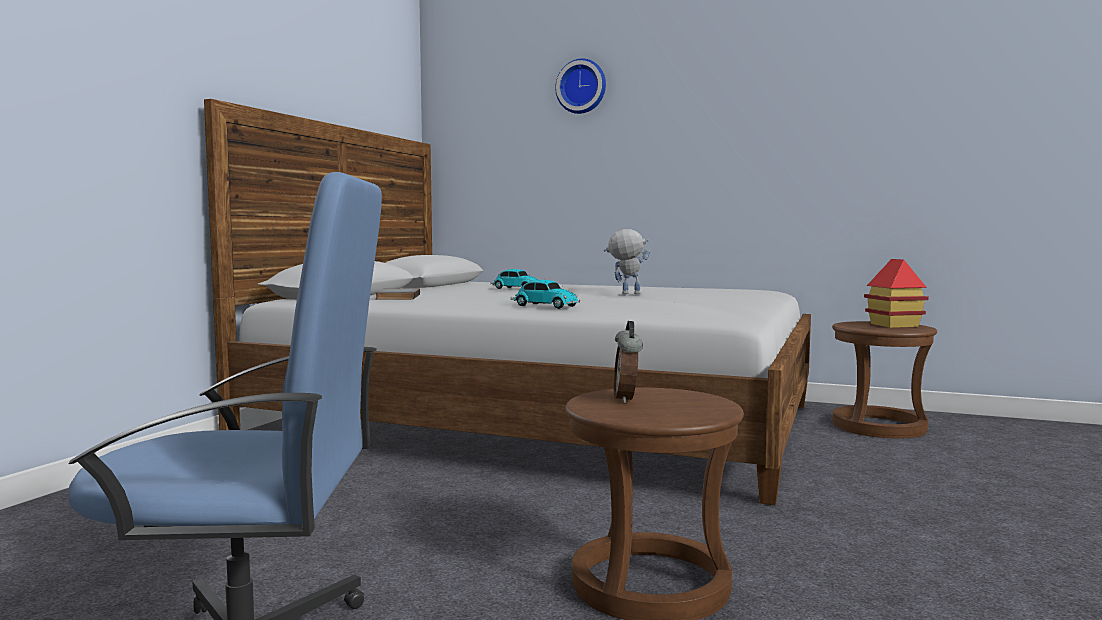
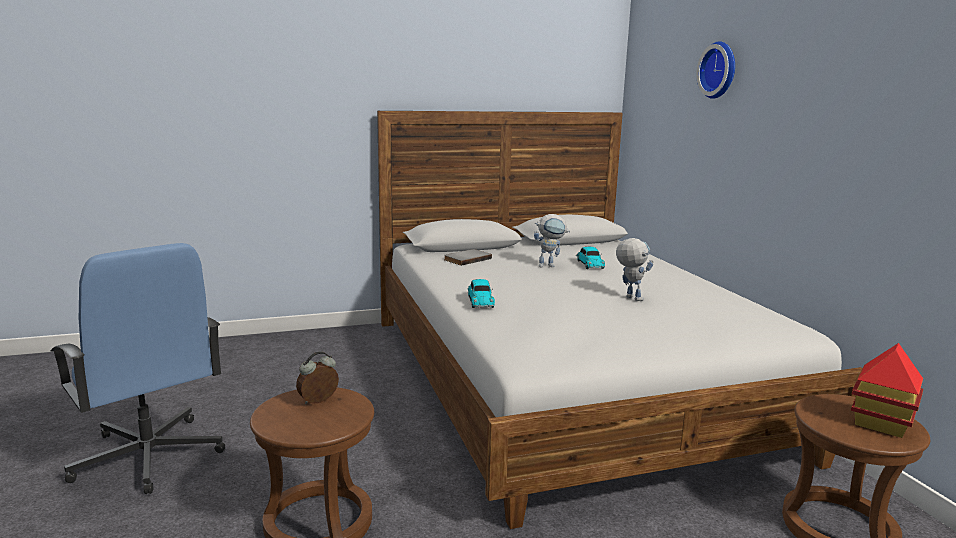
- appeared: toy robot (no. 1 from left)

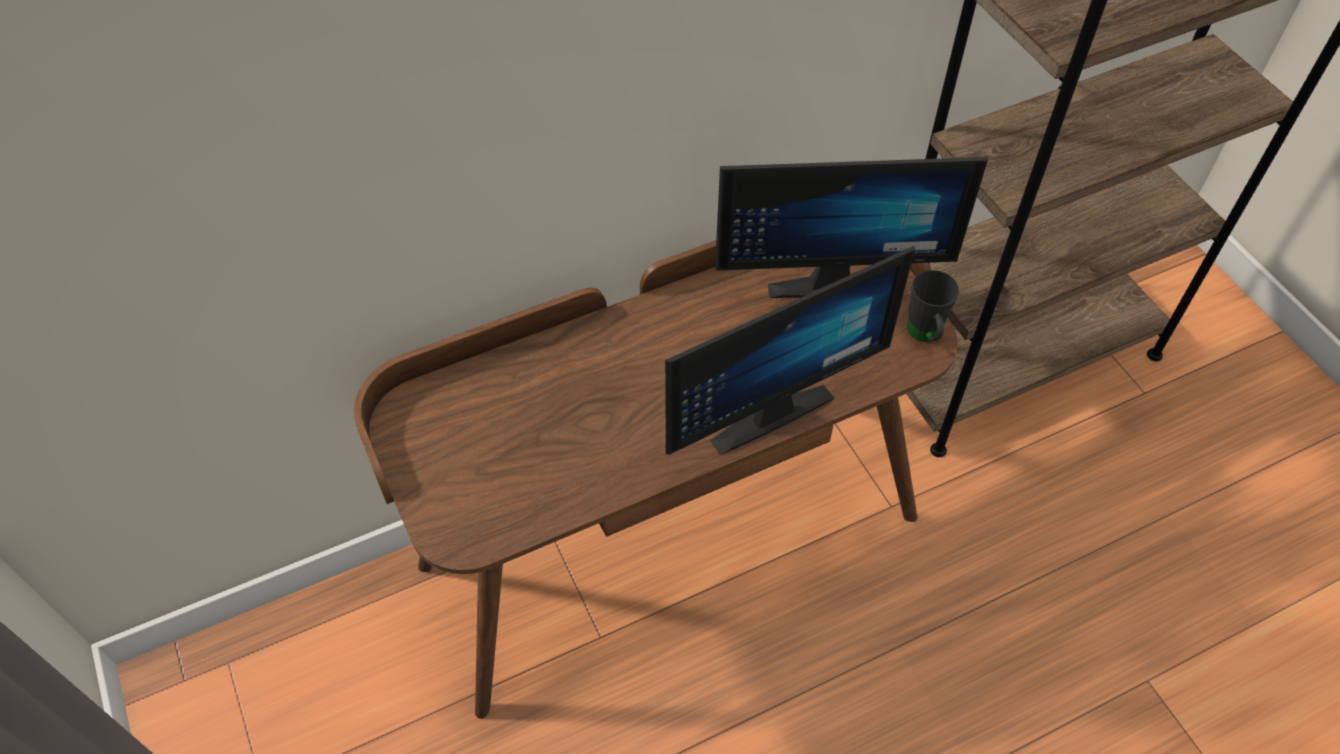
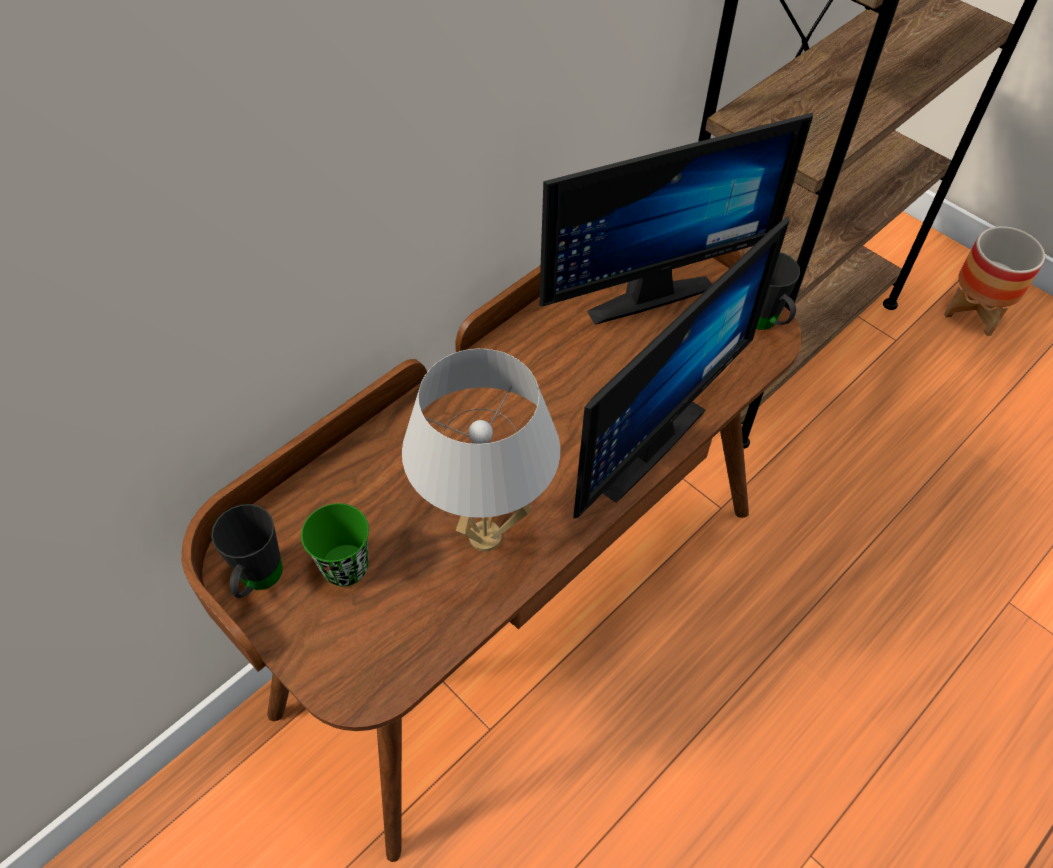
- appeared: blackish mug (no. 1 from left)
- appeared: green cup
- appeared: whitish tabletop lamp
- appeared: flower pot

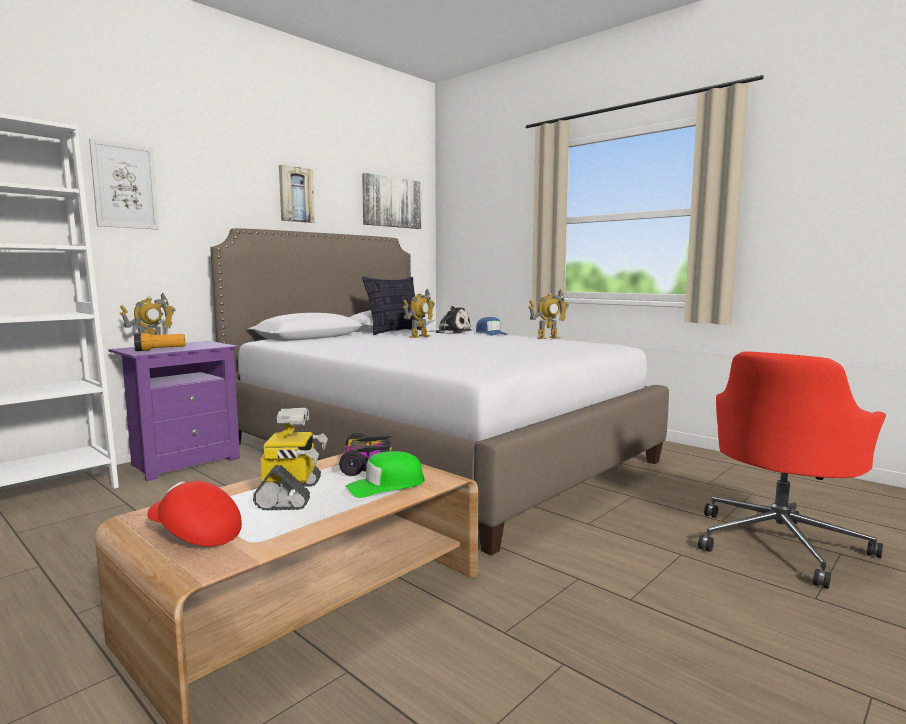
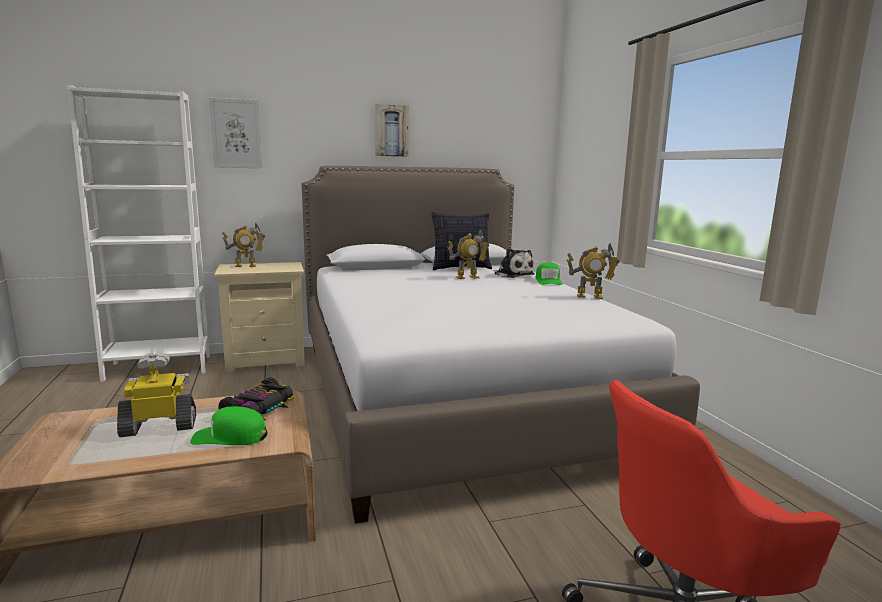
- spun: toy robot (no. 2 from left in the first image) 135 degrees counterclockwise
- colour: purplish night table to beige-coloured night table
- colour: blue-coloured peaked cap to green peaked cap (no. 2 from left)
- missing: flashlight
- missing: red-coloured peaked cap
- missing: wall picture (no. 3 from left)

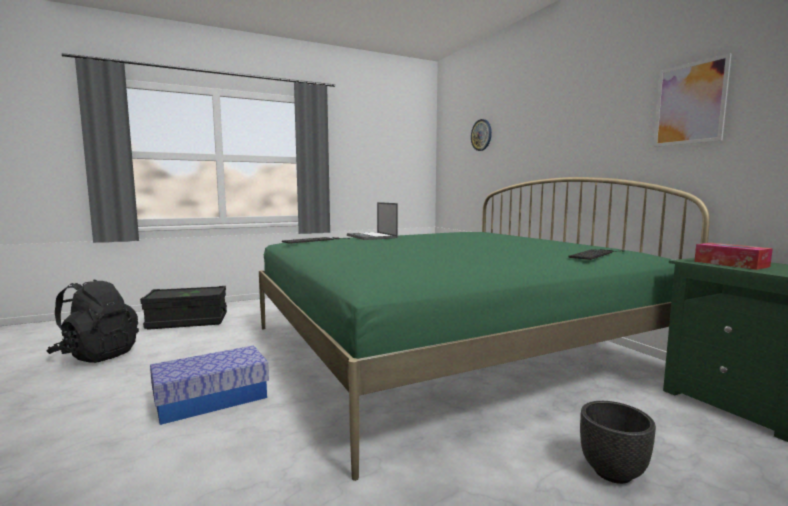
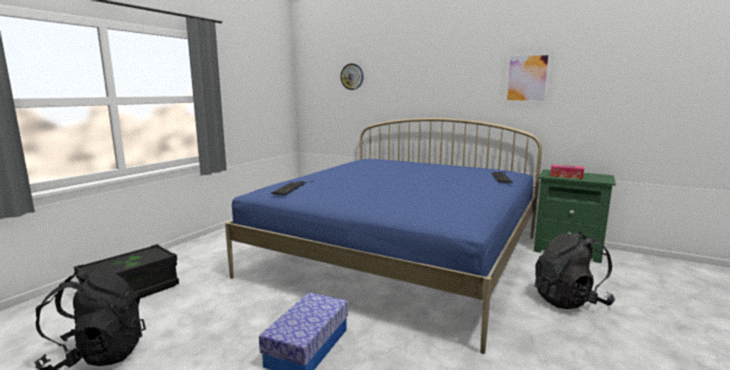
- colour: green bed to blue-coloured bed
- exchanged: blackish flower pot to blackish backpack (no. 2 from left)
- missing: portable computer

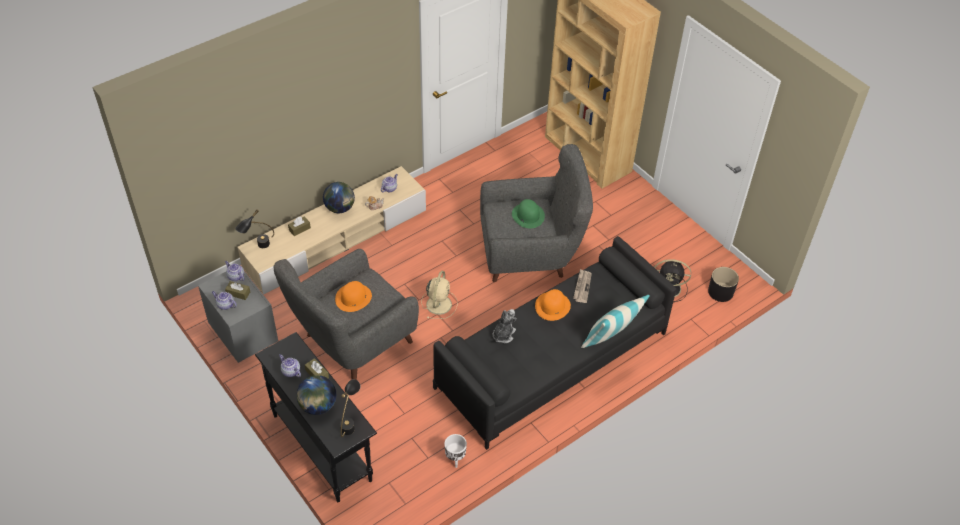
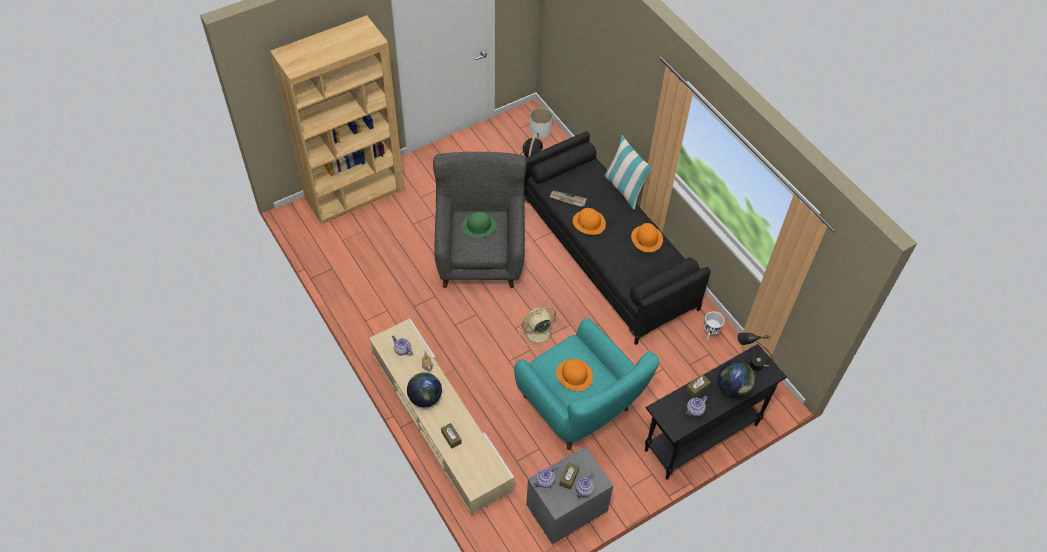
- colour: greyish lounge chair (no. 1 from left) to turquoise lounge chair
- spun: beige-coloured cooling fan 45 degrees counterclockwise
- colour: blackish flower pot to whitish flower pot (no. 1 from left)
- appeared: orange-coloured hat (no. 3 from left)
- missing: blackish tabletop lamp (no. 1 from left)
- missing: cuddly toy

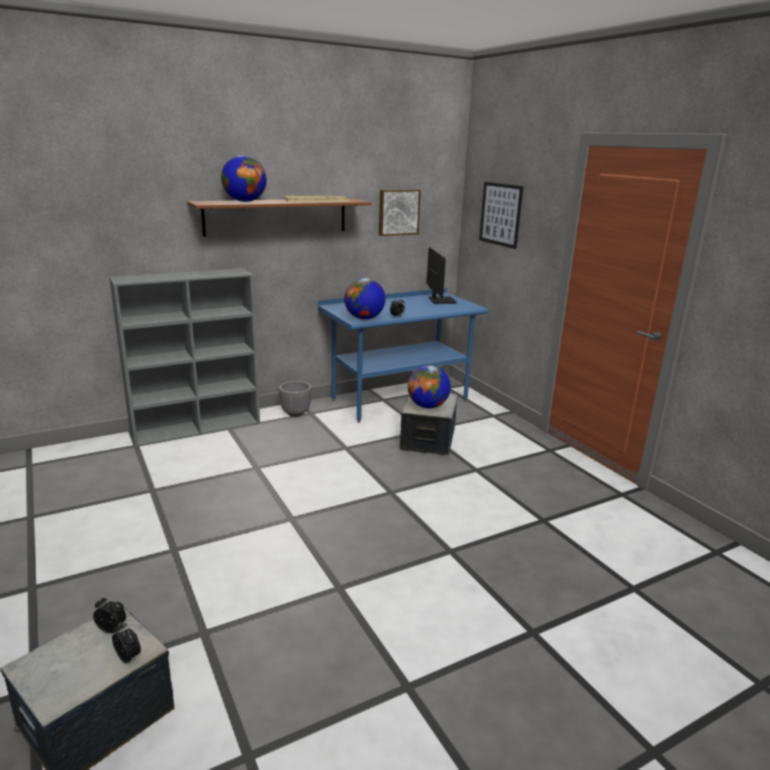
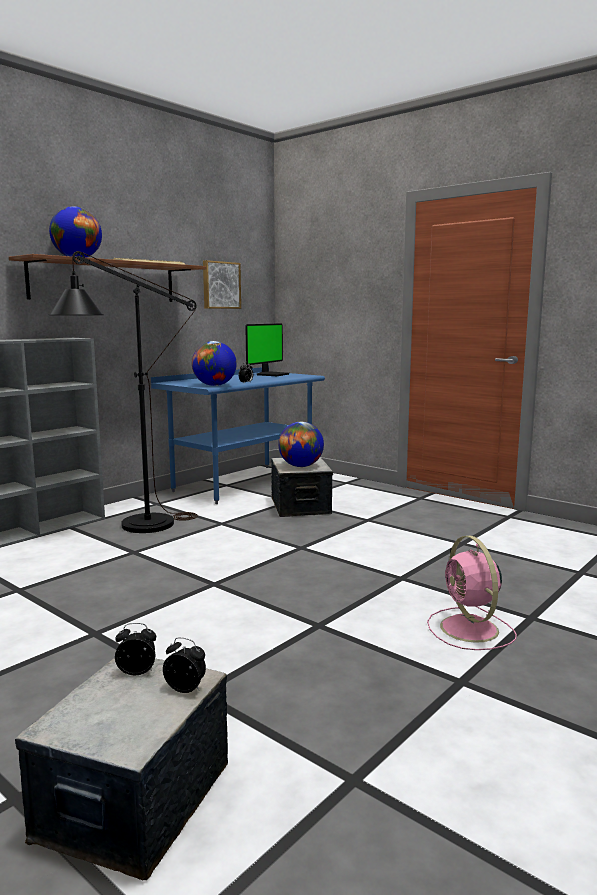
- appeared: blackish standing lamp
- spun: computer screen 60 degrees clockwise
- appeared: pink-coloured cooling fan
- missing: greyish flower pot
- missing: wall picture (no. 2 from left)

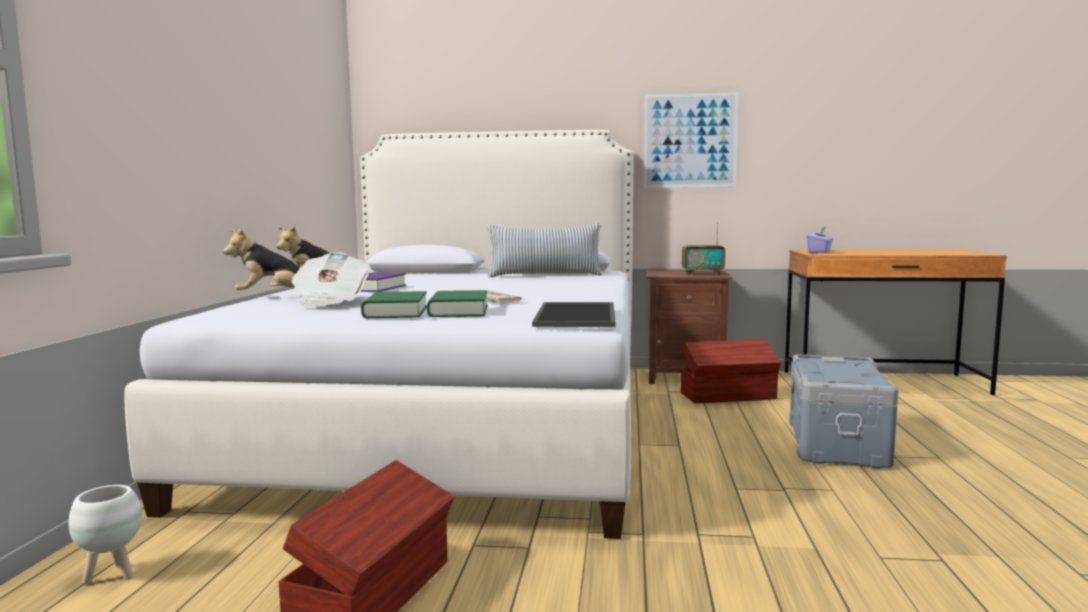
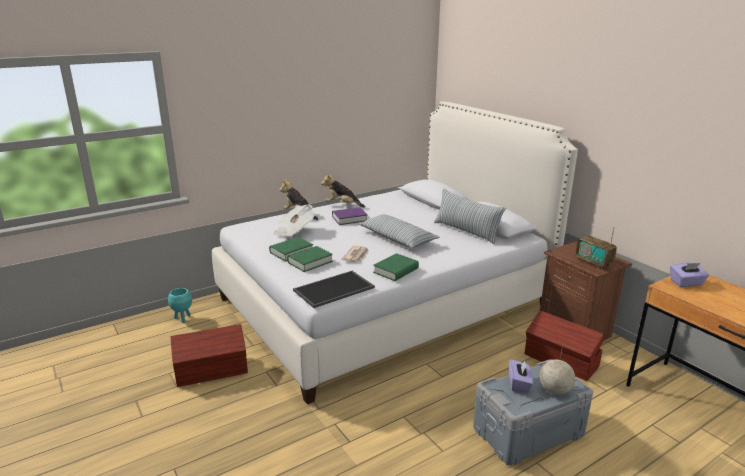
- colour: whitish flower pot to turquoise flower pot
- appeared: pillow (no. 1 from left)
- appeared: green book (no. 3 from left)
- appeared: purplish tissue holder (no. 1 from left)
- appeared: globe
- missing: wall picture

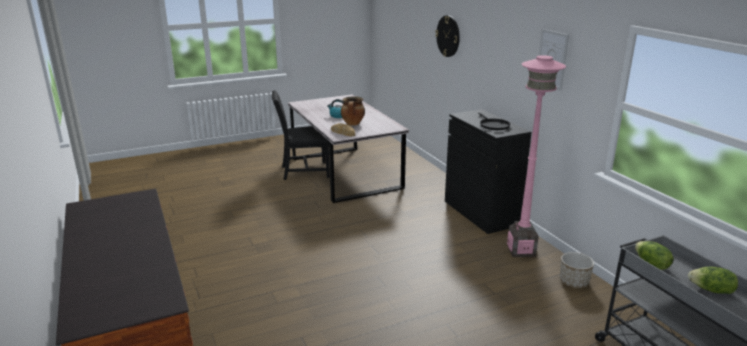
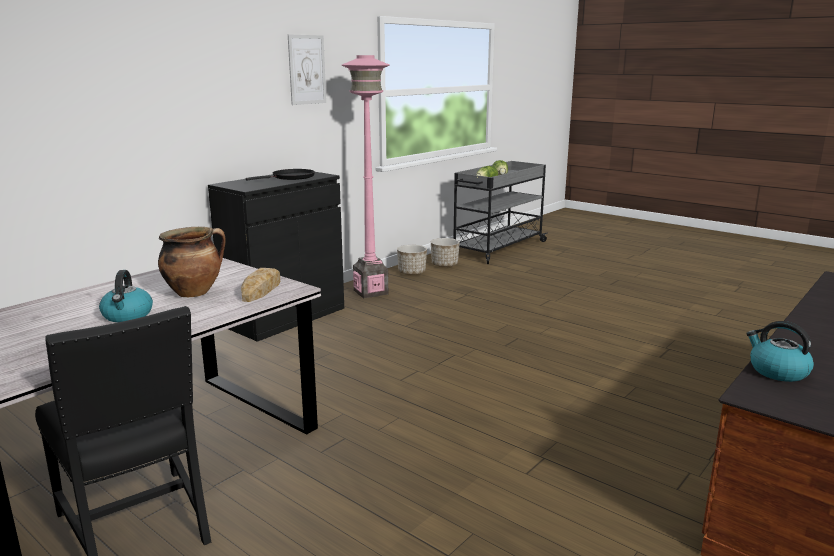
- appeared: flower pot (no. 2 from left)
- appeared: kettle (no. 2 from left)
- missing: clock on the wall

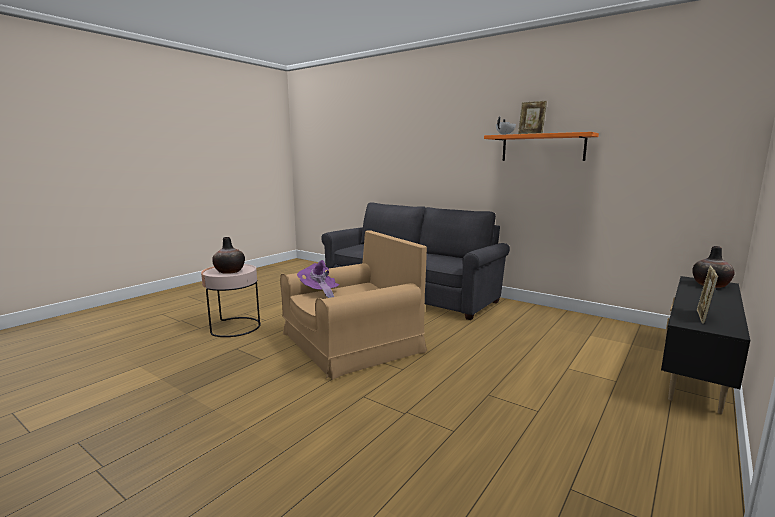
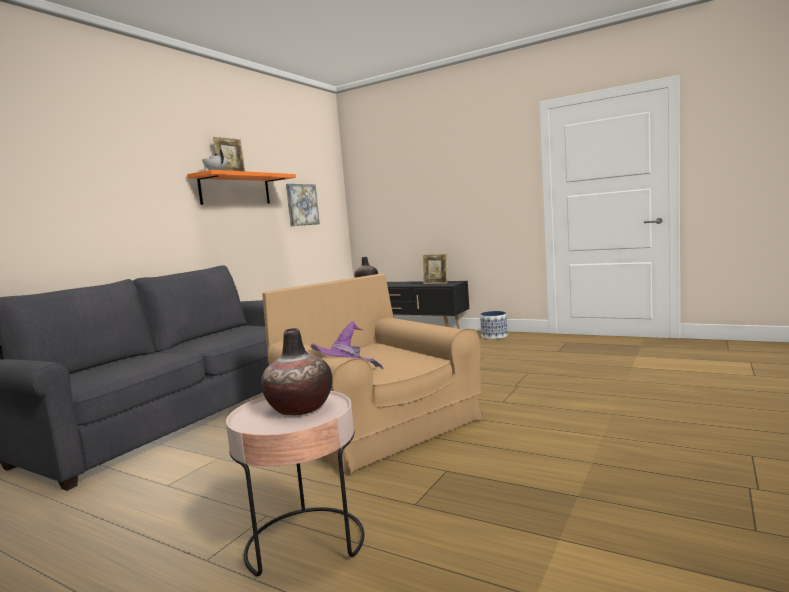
- appeared: wall picture
- appeared: flower pot

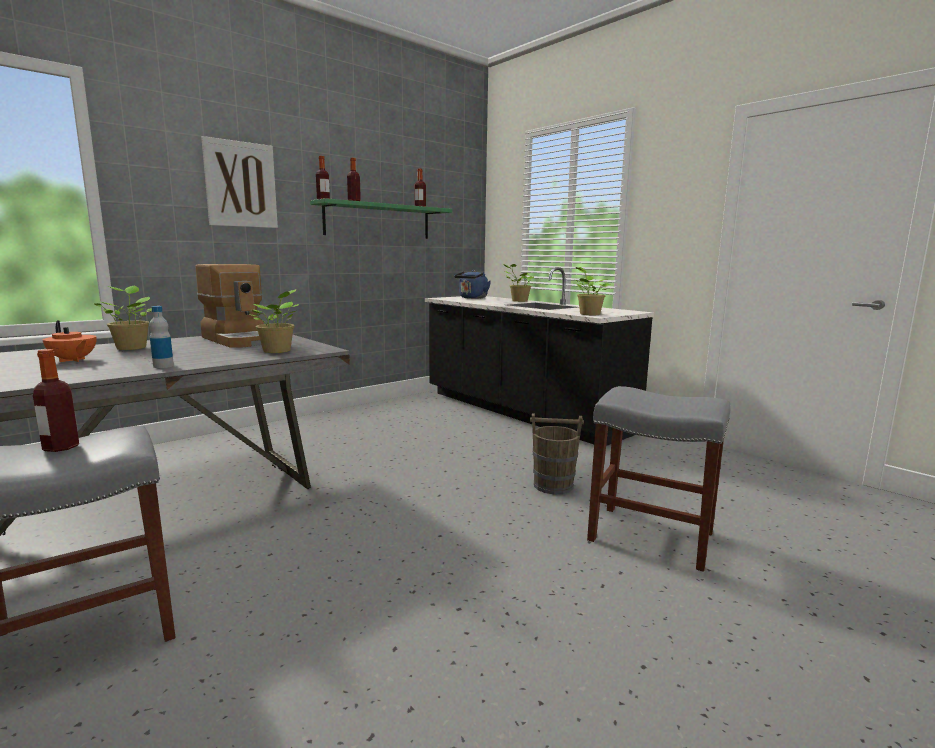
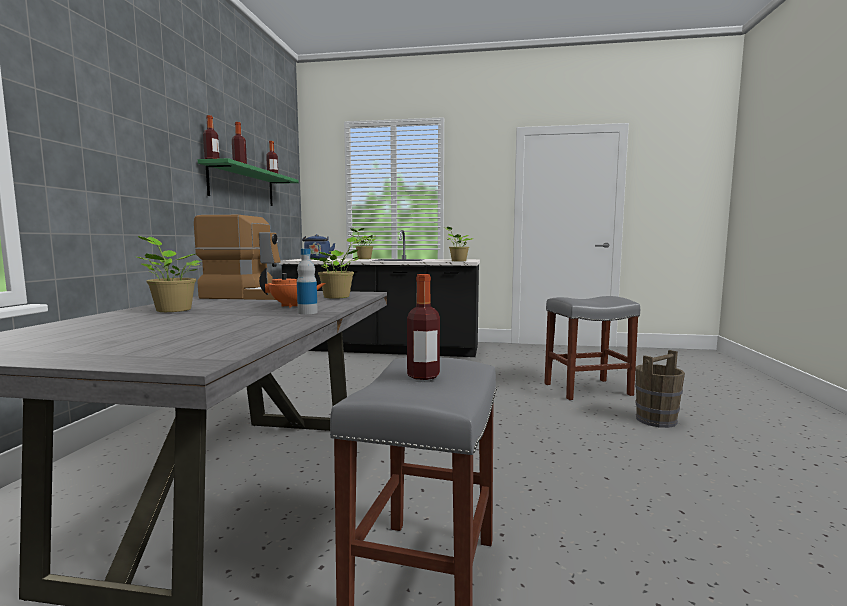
- relocated: orange-coloured teapot
- relocated: brown pail
- missing: wall picture

